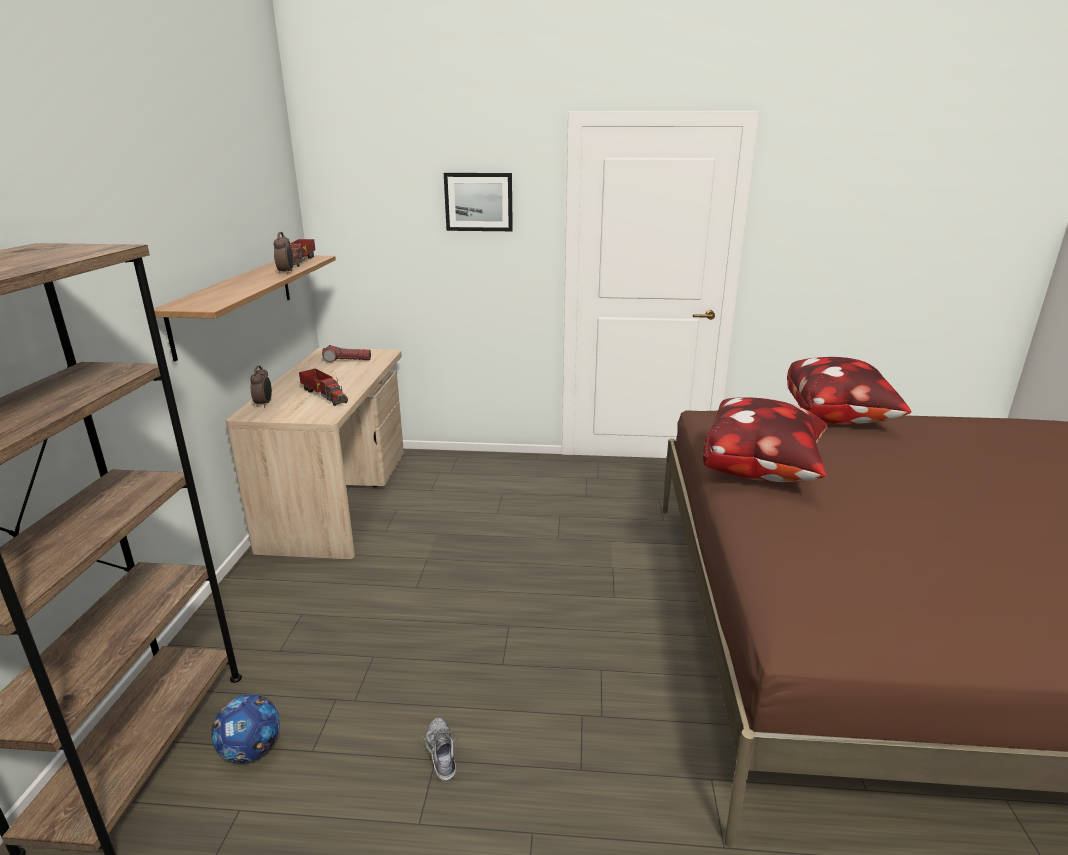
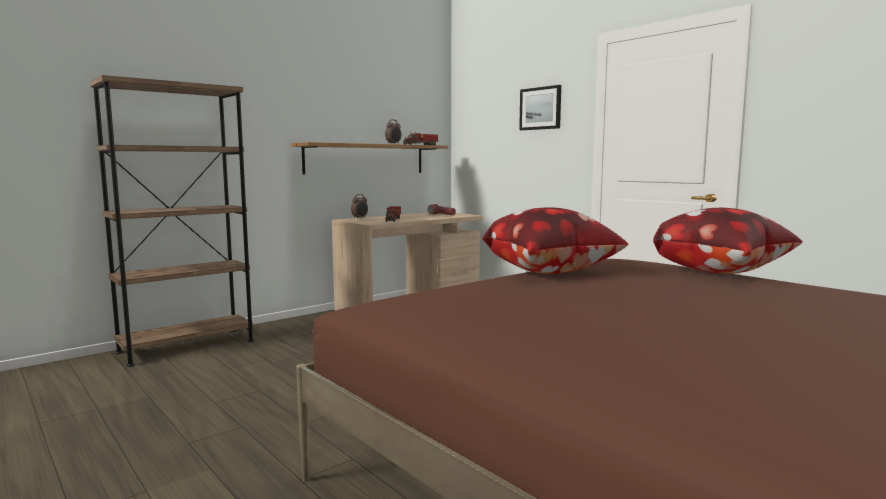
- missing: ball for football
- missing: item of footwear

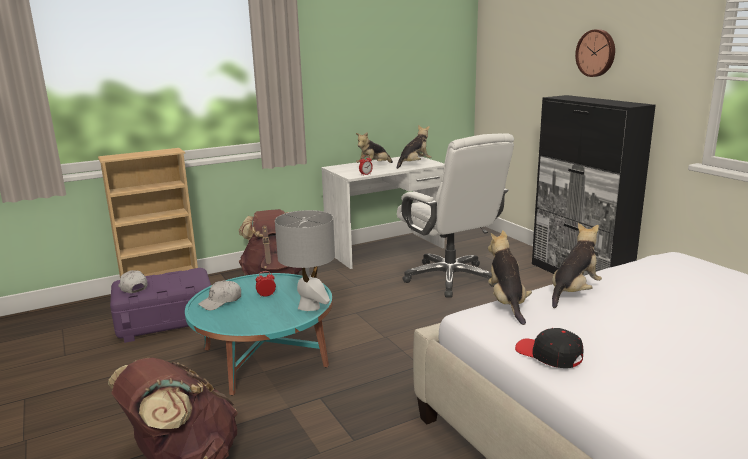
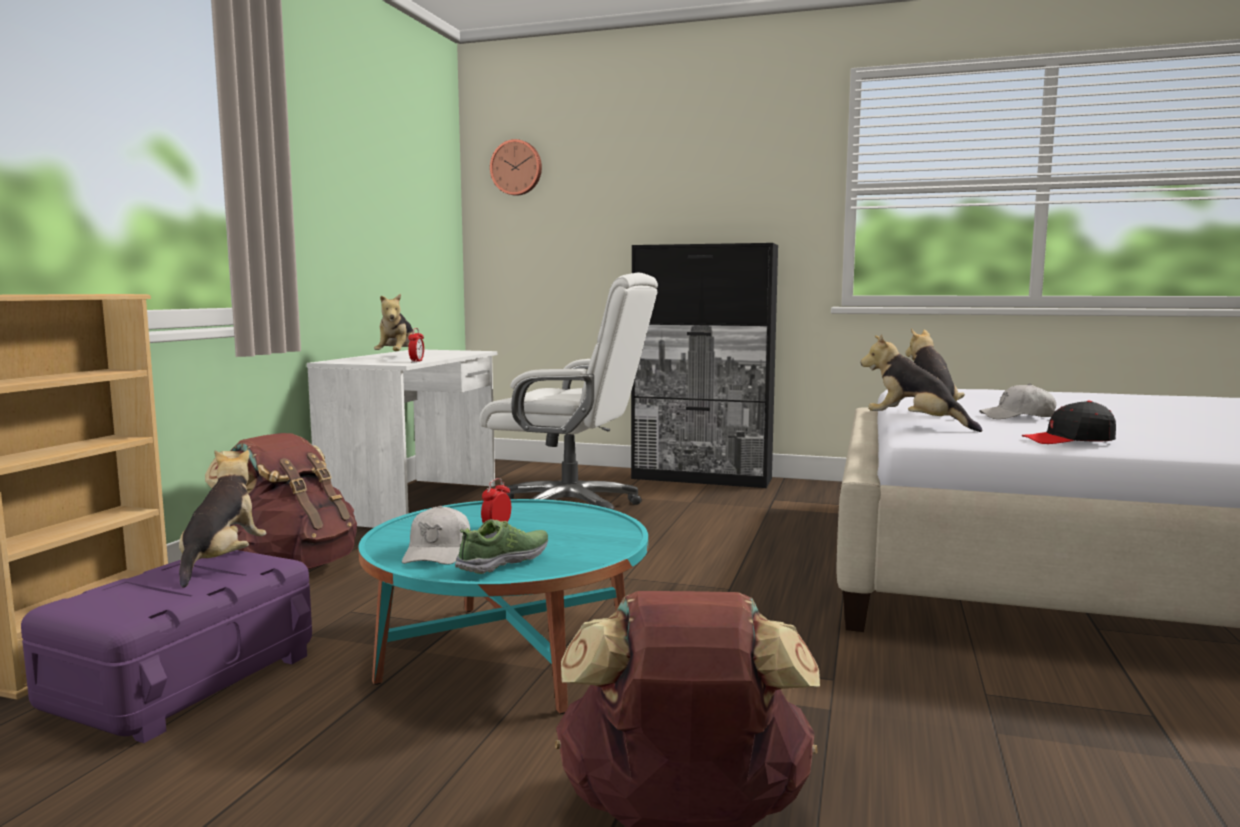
- relocated: cuddly toy (no. 2 from left in the first image) to cuddly toy (no. 1 from left)
- appeared: item of footwear
- relocated: clock on the wall
- relocated: whitish peaked cap (no. 1 from left in the first image) to whitish peaked cap (no. 2 from left)
- missing: greyish tabletop lamp

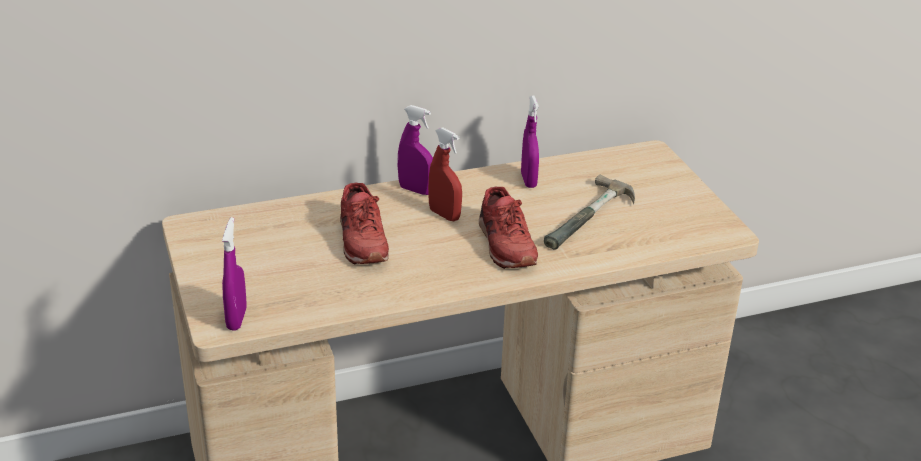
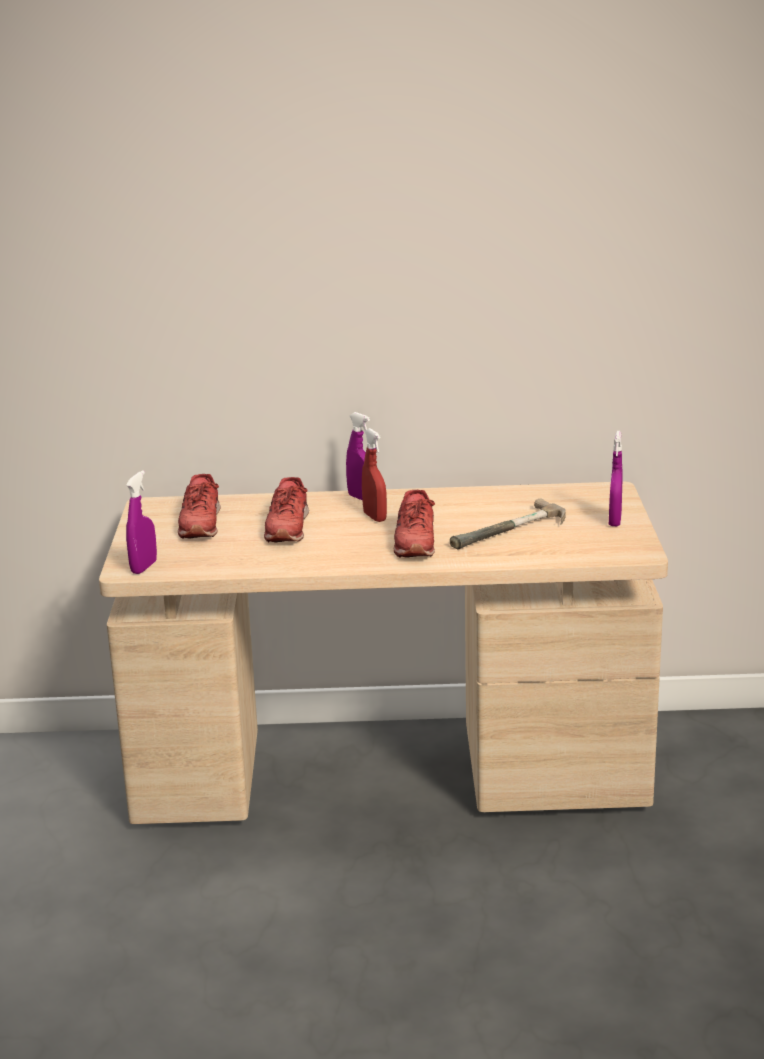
- appeared: red-coloured item of footwear (no. 1 from left)
- relocated: purplish hand sprayer (no. 3 from left)

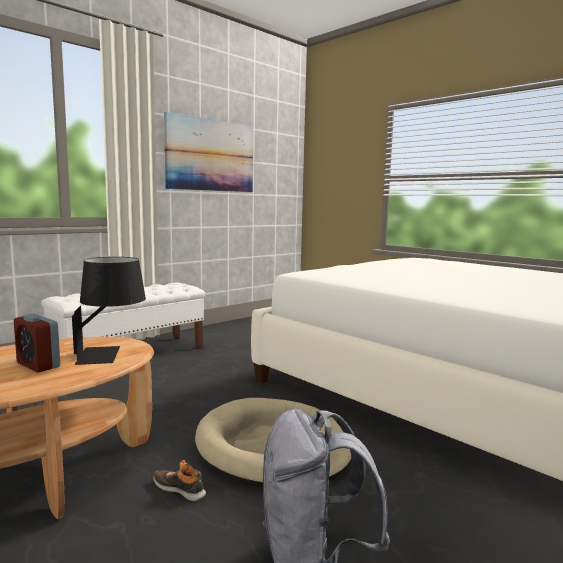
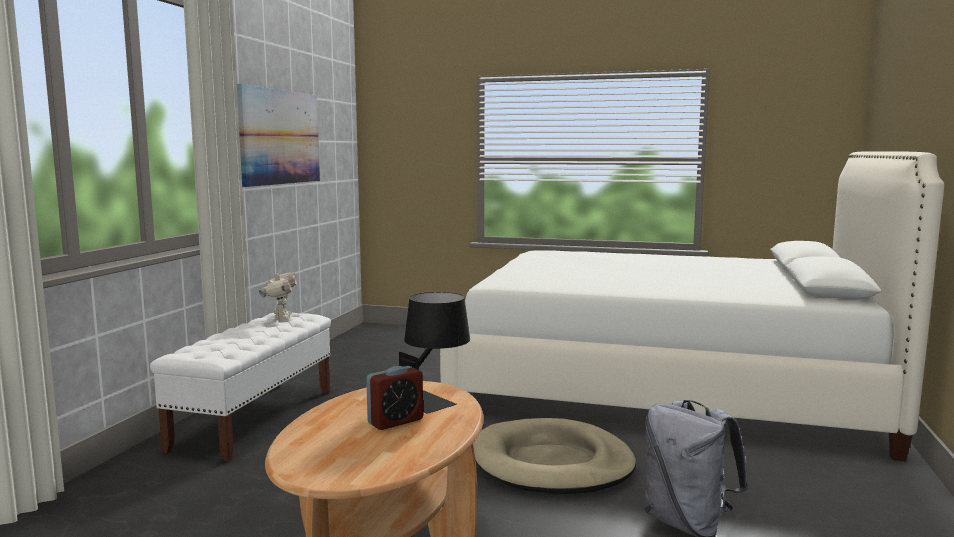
- appeared: toy robot
- spun: bedside clock 45 degrees counterclockwise
- missing: item of footwear

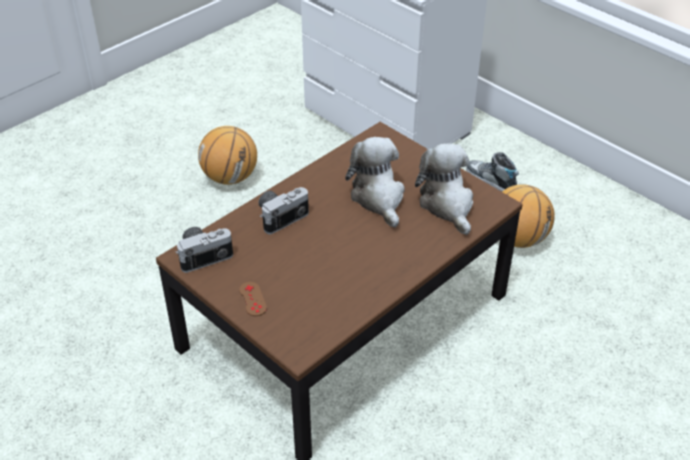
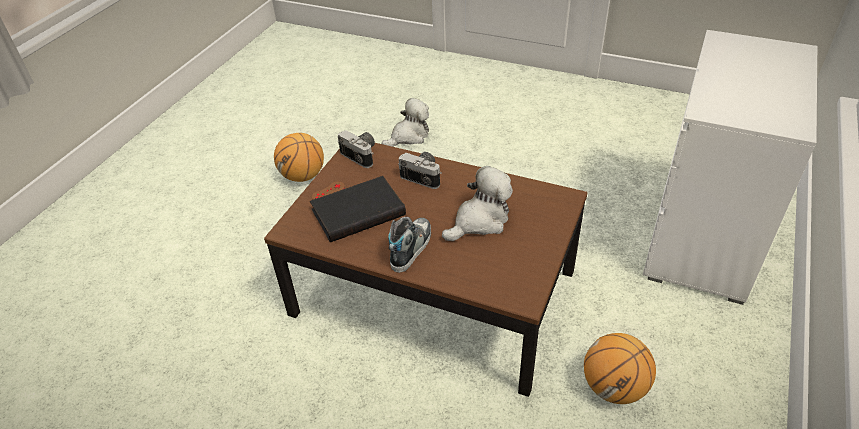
- relocated: basketball ball (no. 1 from left)
- appeared: blackish book
- relocated: cuddly toy (no. 2 from left in the first image) to cuddly toy (no. 1 from left)
- relocated: item of footwear

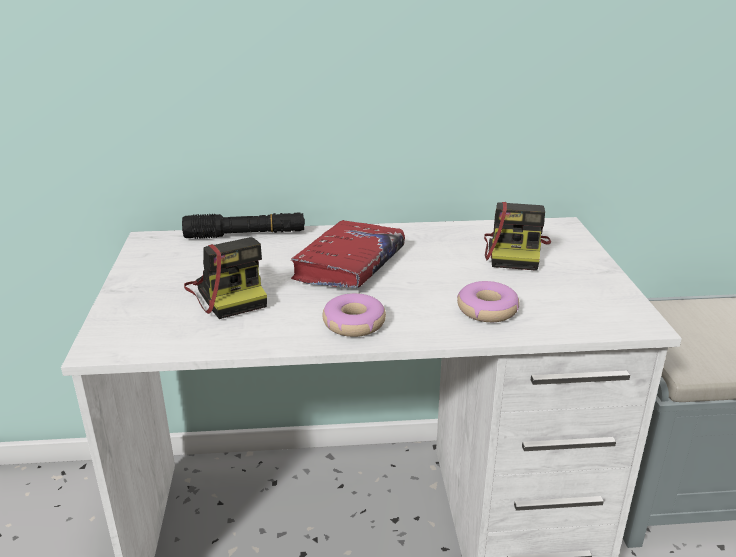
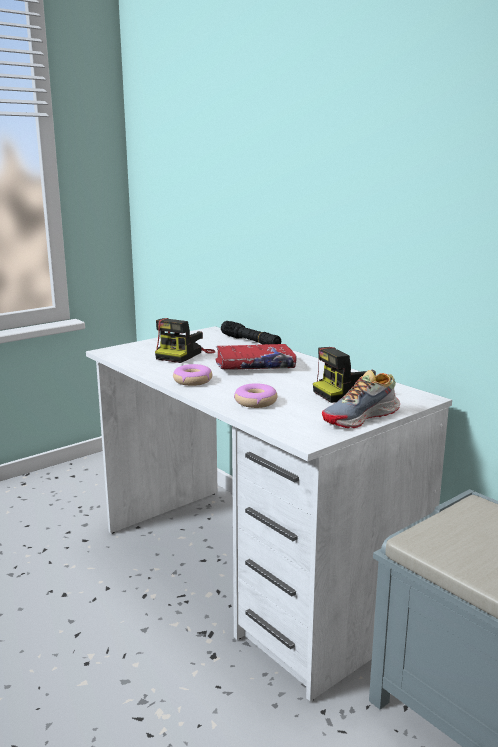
- appeared: item of footwear

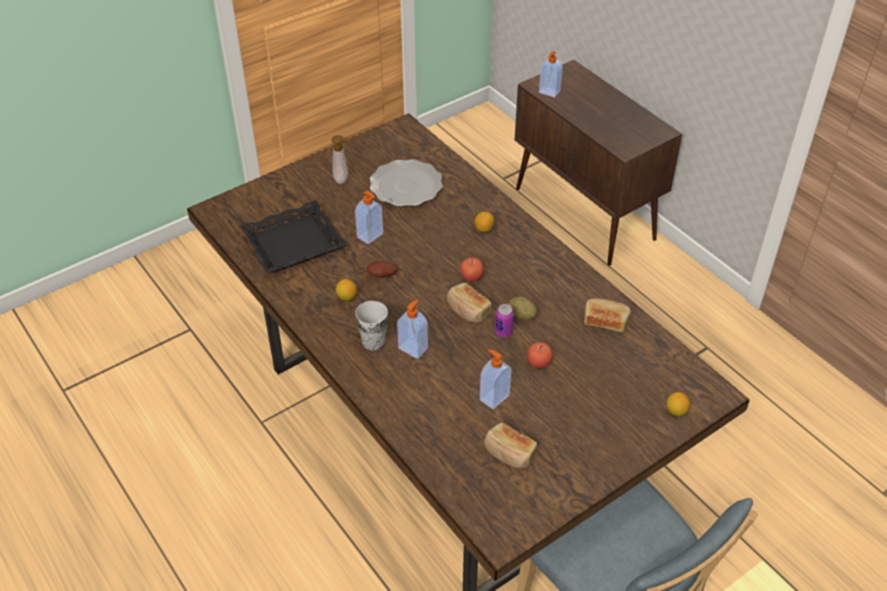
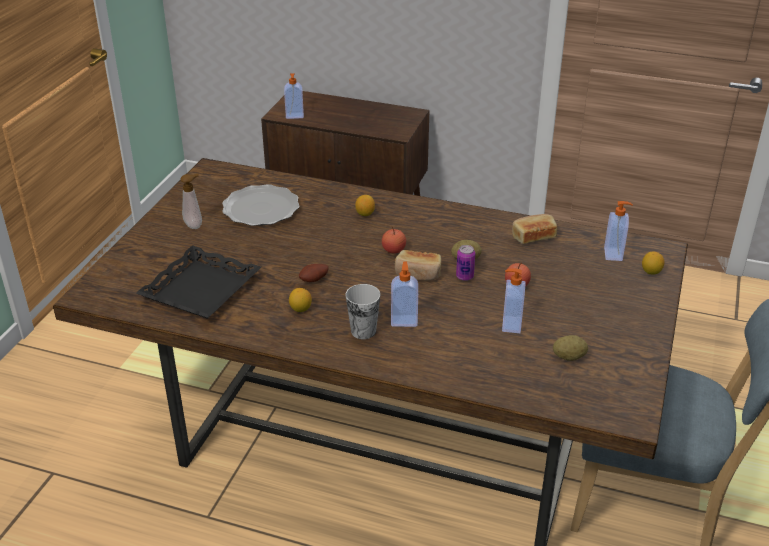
- exchanged: bread (no. 2 from left) to whole potato (no. 3 from left)
- relocated: liquid soap bottle (no. 2 from left in the first image) to liquid soap bottle (no. 5 from left)

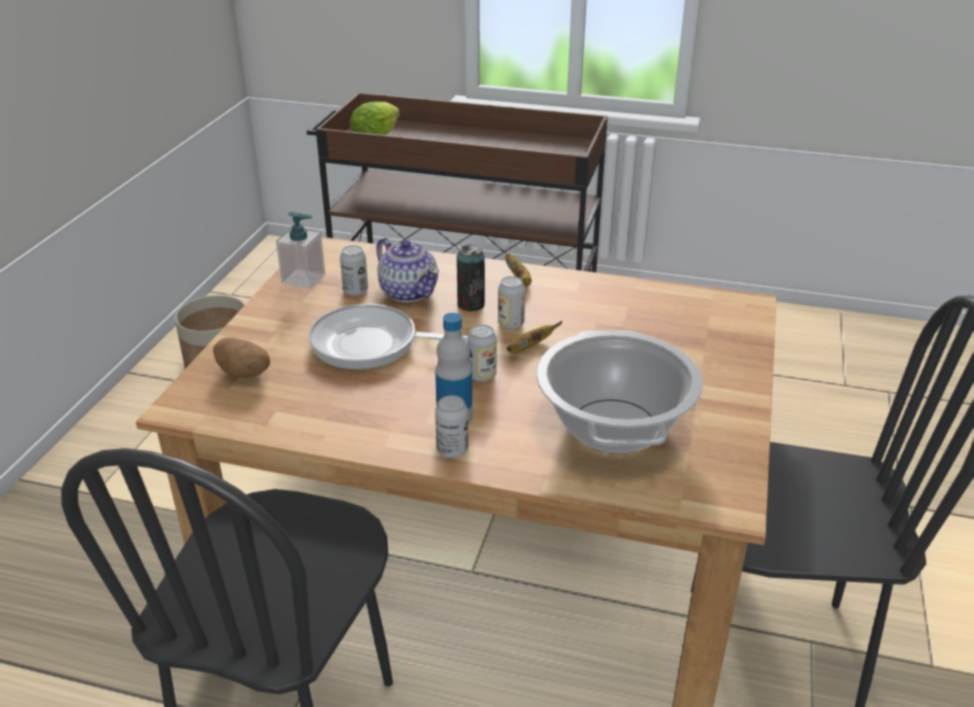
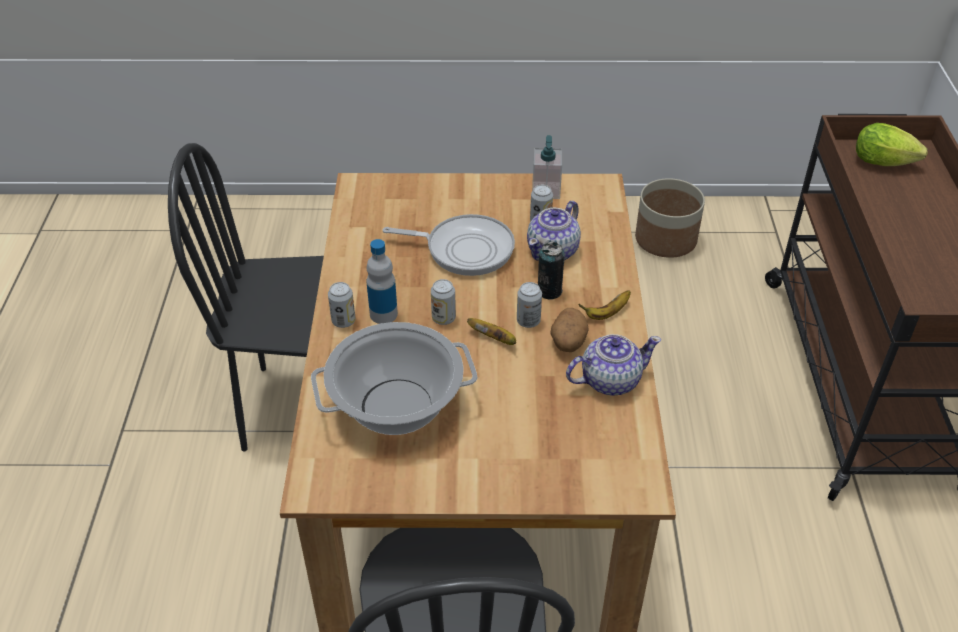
- spun: frying pan 105 degrees clockwise
- relocated: whole potato
- appeared: teapot (no. 2 from left)

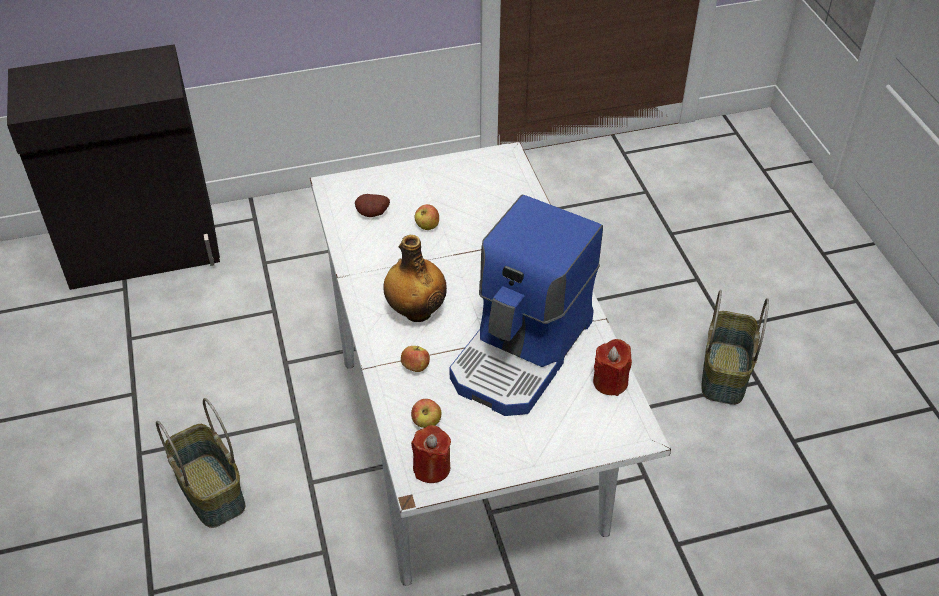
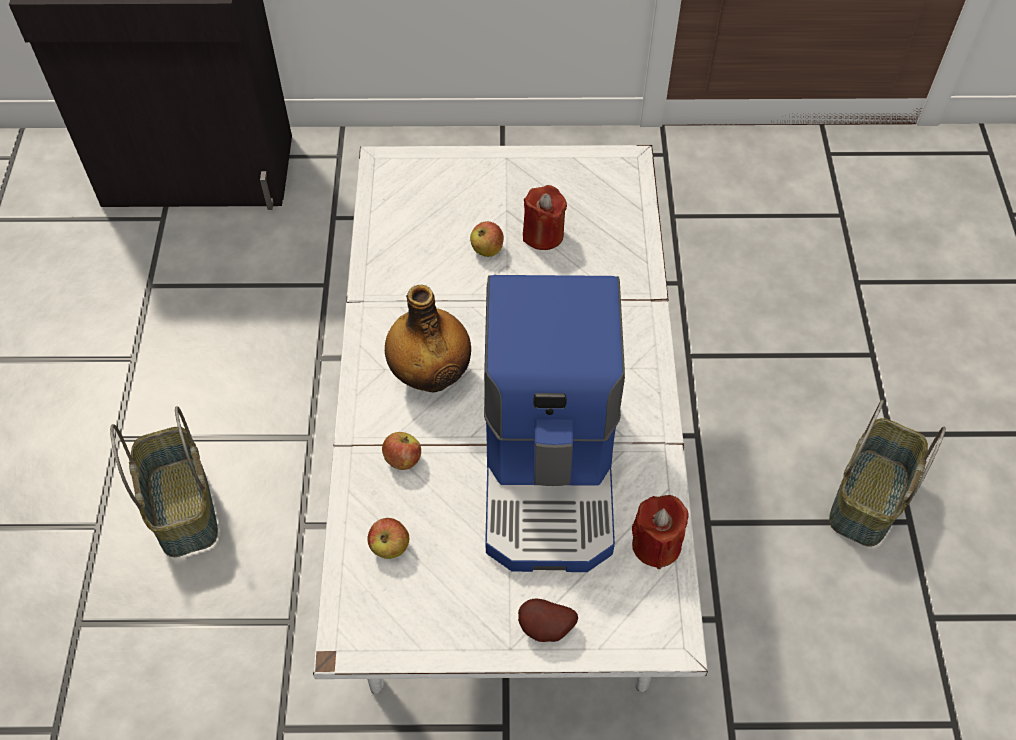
- spun: coffee maker 45 degrees counterclockwise
- relocated: whole potato
- relocated: red-coloured candle (no. 1 from left)

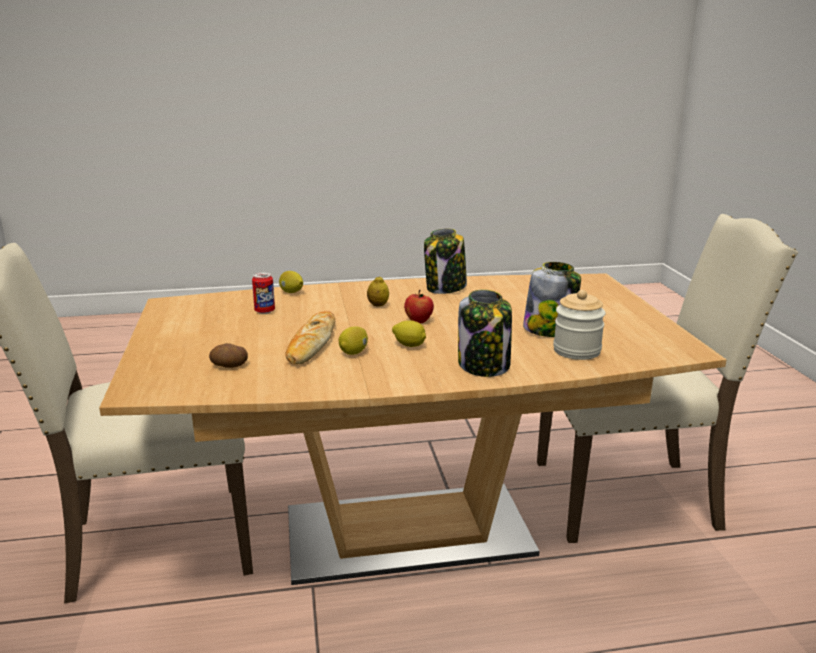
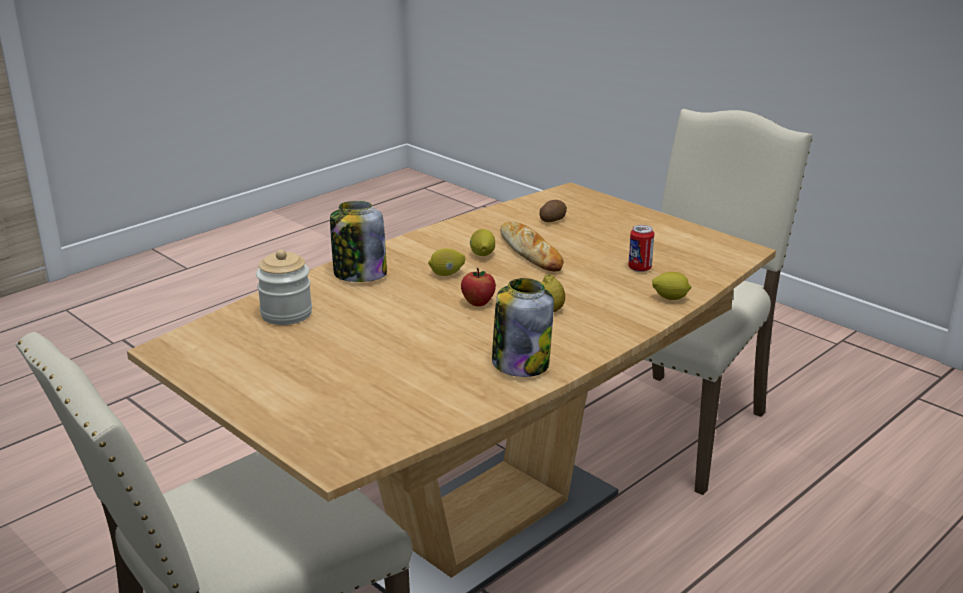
- missing: preserve jar (no. 3 from left)

